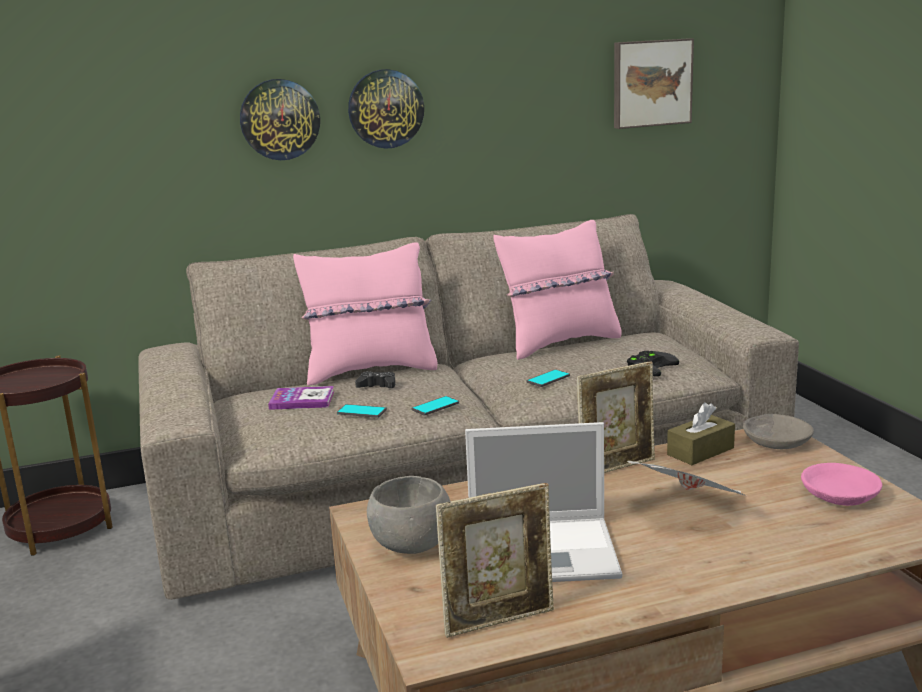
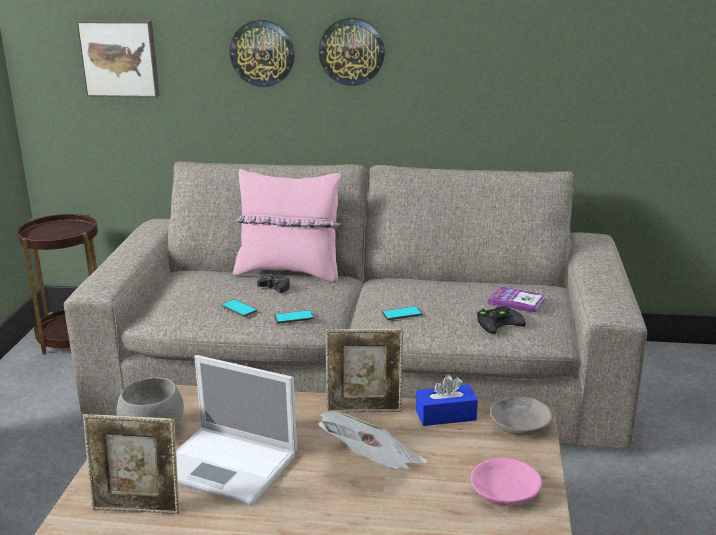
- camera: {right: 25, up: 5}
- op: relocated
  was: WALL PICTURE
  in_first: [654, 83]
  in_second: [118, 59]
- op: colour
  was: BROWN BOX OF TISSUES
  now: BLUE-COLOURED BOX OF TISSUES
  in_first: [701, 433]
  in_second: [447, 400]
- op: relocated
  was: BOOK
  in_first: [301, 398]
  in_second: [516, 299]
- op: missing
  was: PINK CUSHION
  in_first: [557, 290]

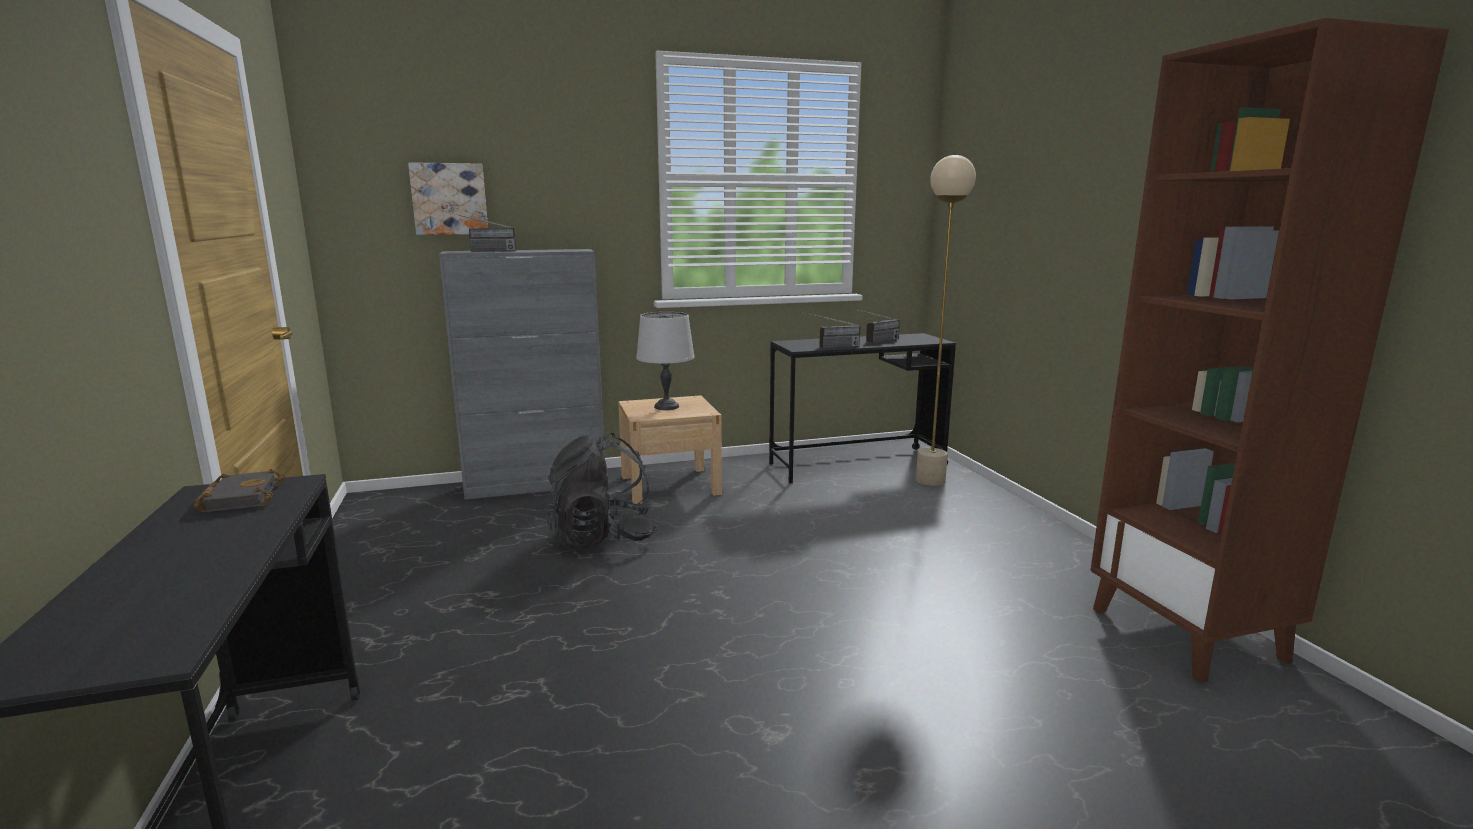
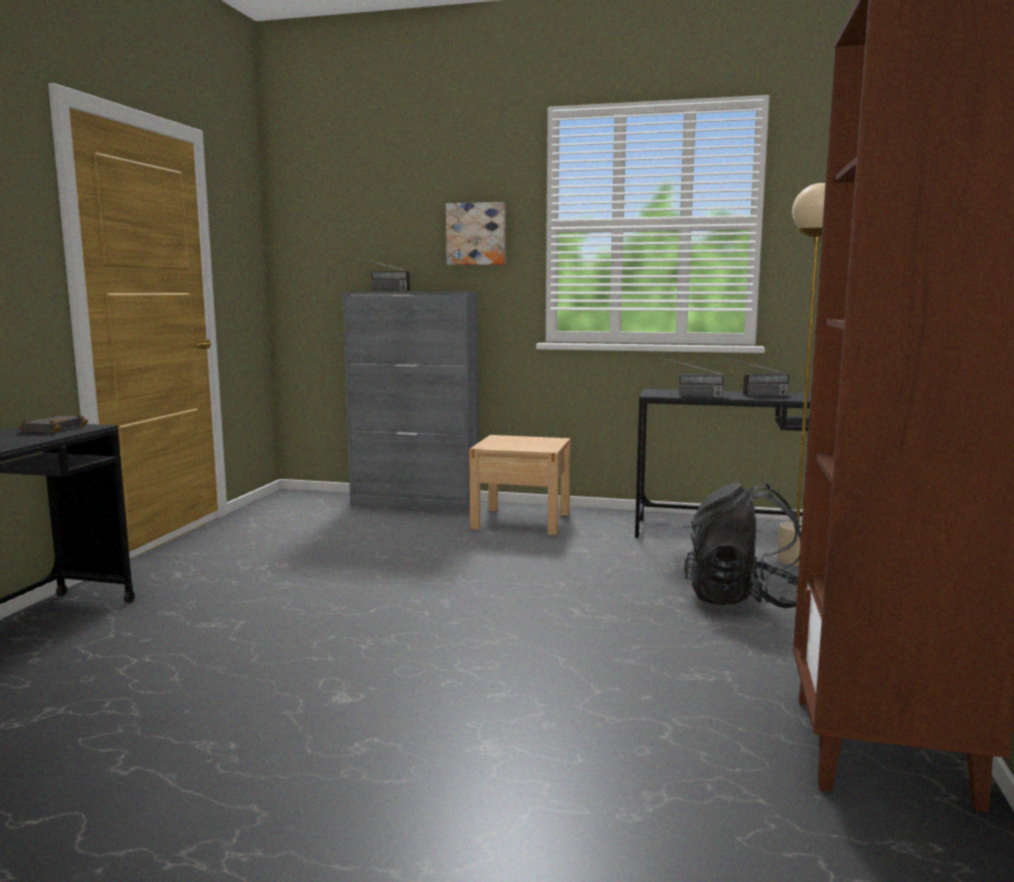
- camera: {right: 30, up: -5}
- op: relocated
  was: WALL PICTURE
  in_first: [448, 198]
  in_second: [476, 233]
- op: relocated
  was: BLACK KNAPSACK
  in_first: [602, 490]
  in_second: [742, 546]
- op: missing
  was: GREYISH LAMP FOR A TABLE
  in_first: [665, 361]

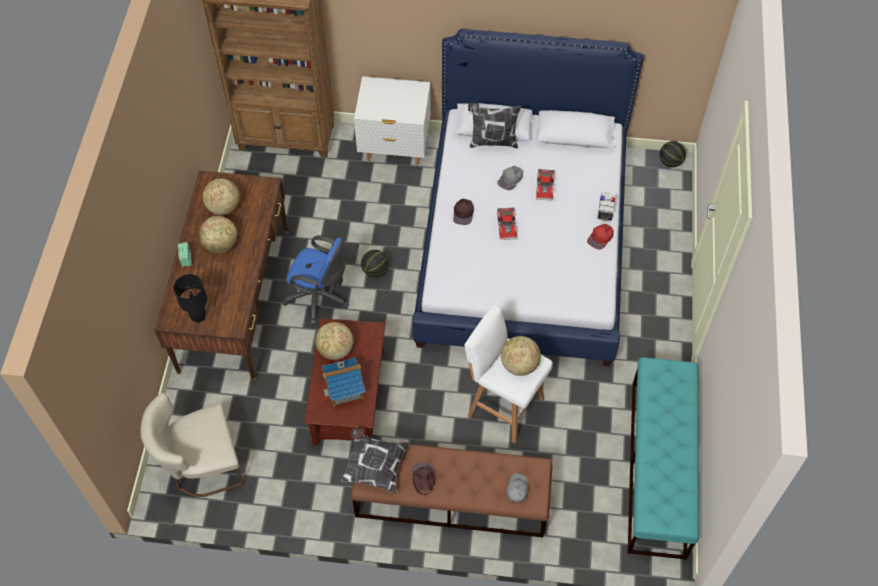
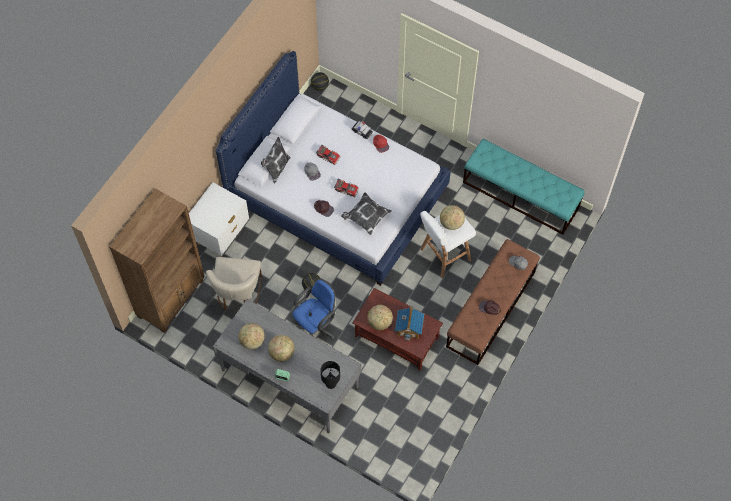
- camera: {right: -65, up: 5}
- op: relocated
  was: BEIGE-COLOURED PLAIN CHAIR
  in_first: [192, 445]
  in_second: [234, 283]
- op: colour
  was: BROWN DESK
  now: GREYISH DESK
  in_first: [221, 276]
  in_second: [287, 366]
- op: relocated
  was: CUSHION
  in_first: [375, 461]
  in_second: [366, 213]

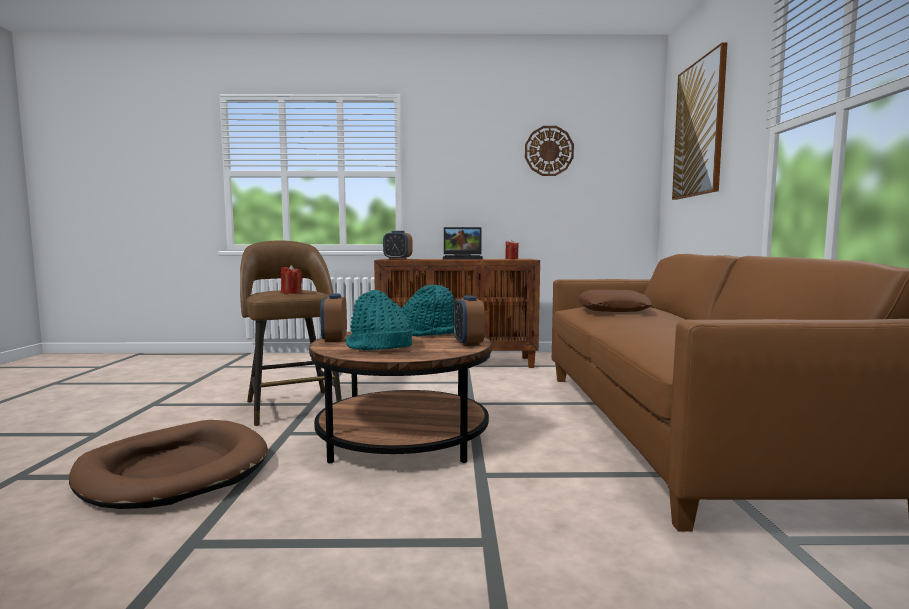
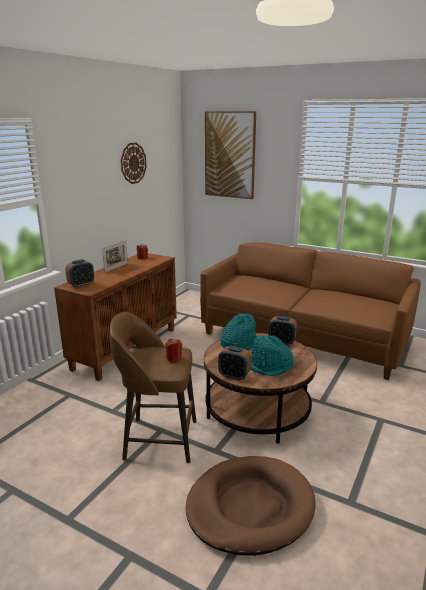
- camera: {right: -60, up: 15}
- op: exchanged
  was: LAPTOP
  now: STANDING FRAME
  in_first: [463, 243]
  in_second: [115, 256]
- op: missing
  was: BROWN CUSHION
  in_first: [615, 301]

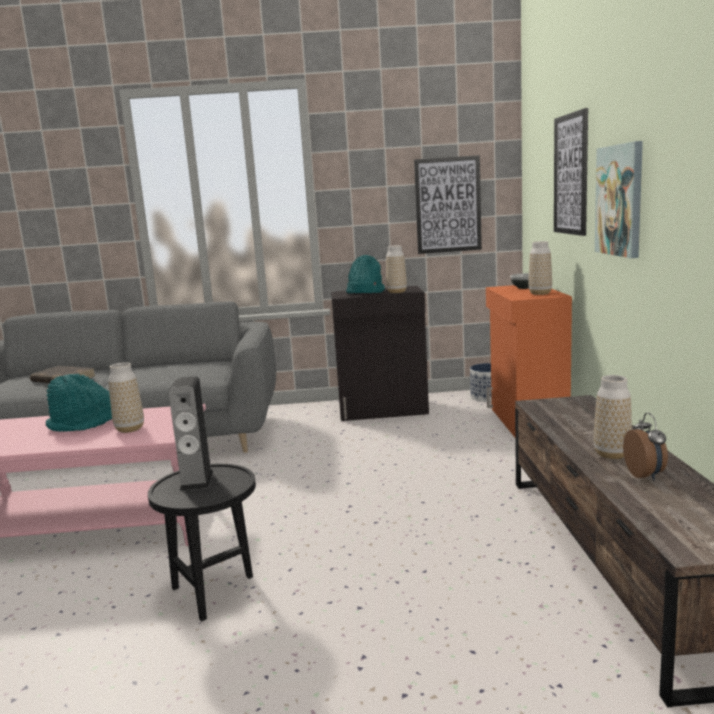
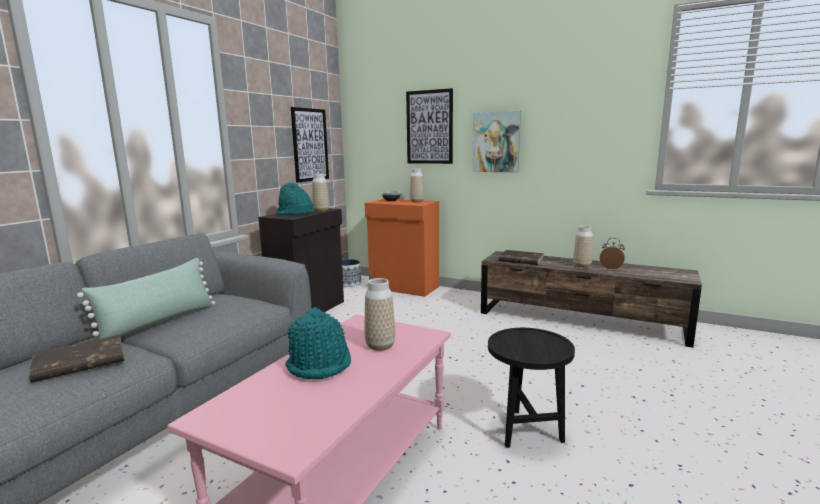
- camera: {right: -60, up: 0}
- op: appeared
  now: GREEN-COLOURED CUSHION
  in_second: [146, 298]
- op: appeared
  now: BROWN BOOK
  in_second: [521, 257]
- op: missing
  was: SPEAKER
  in_first: [190, 433]

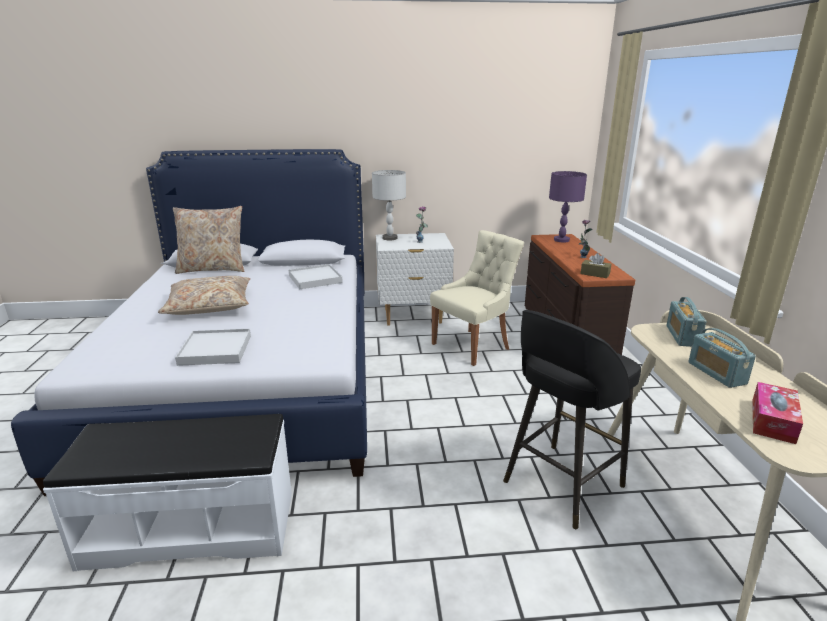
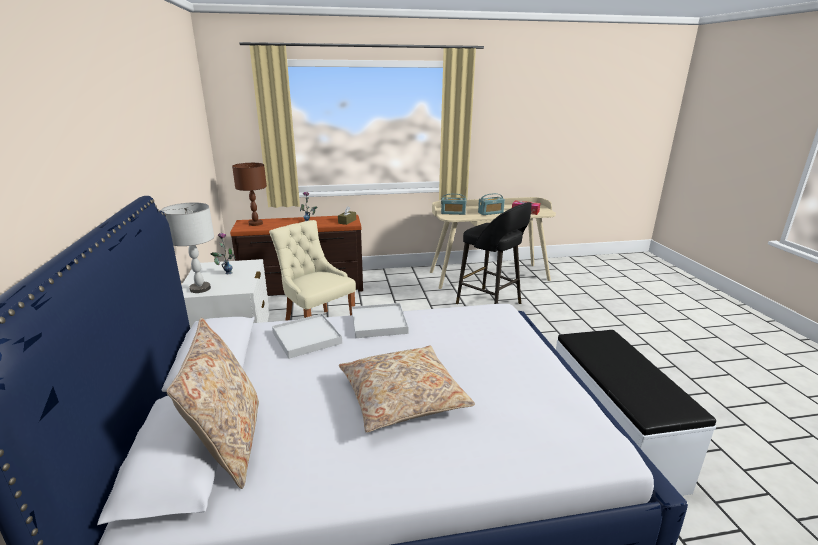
- camera: {right: -95, up: 0}
- op: colour
  was: PURPLE-COLOURED LAMP FOR A TABLE
  now: BROWN LAMP FOR A TABLE
  in_first: [568, 206]
  in_second: [249, 194]
- op: relocated
  was: WHITE TRAY
  in_first: [213, 347]
  in_second: [380, 320]

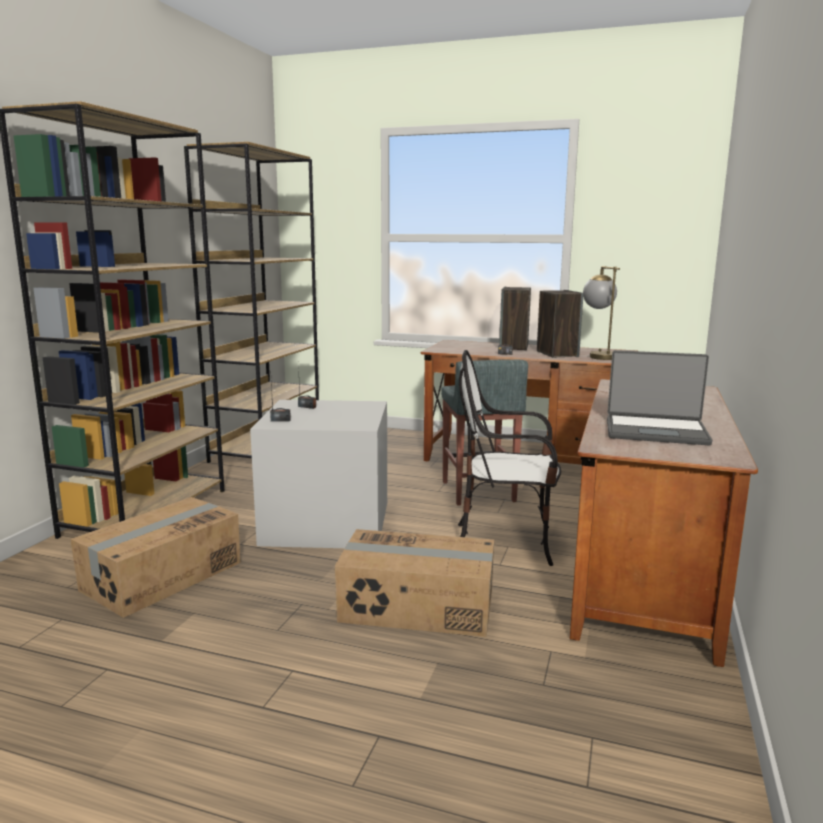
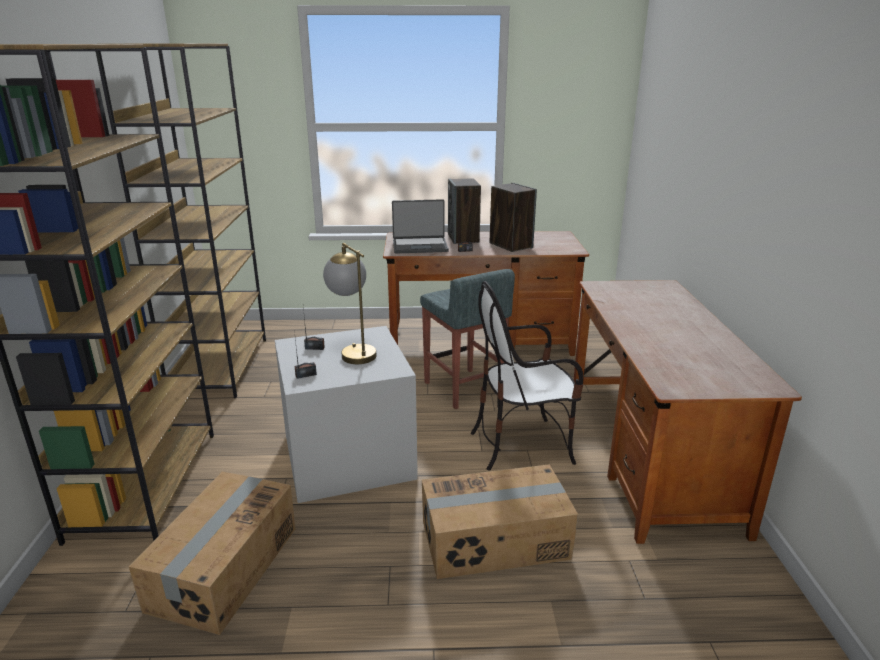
- camera: {right: -20, up: 10}
- op: relocated
  was: LAMP FOR A TABLE
  in_first: [601, 313]
  in_second: [349, 303]
- op: relocated
  was: LAPTOP
  in_first: [659, 397]
  in_second: [420, 226]

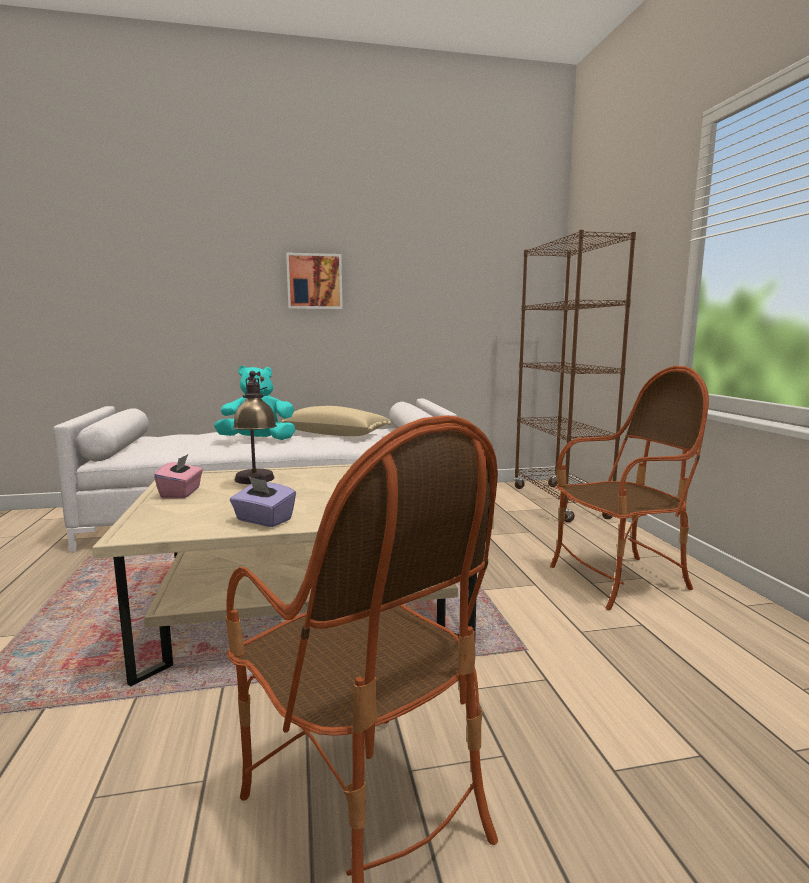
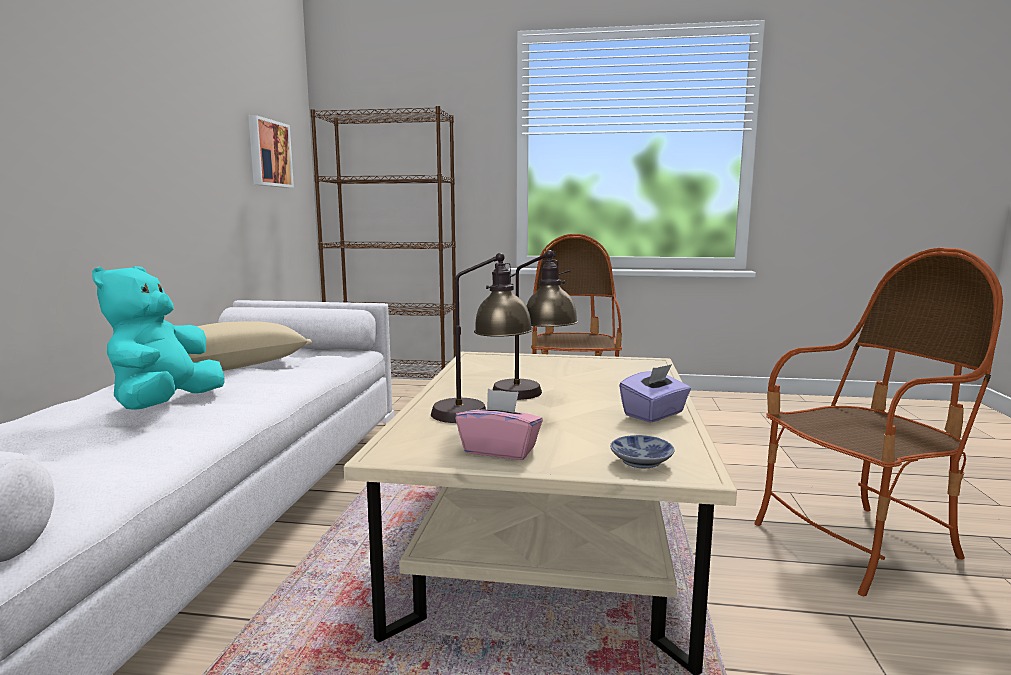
- camera: {right: -70, up: 0}
- op: relocated
  was: WALL PICTURE
  in_first: [314, 280]
  in_second: [271, 151]
- op: appeared
  now: LAMP FOR A TABLE
  in_second: [535, 325]
- op: appeared
  now: SERVING BOWL
  in_second: [642, 451]

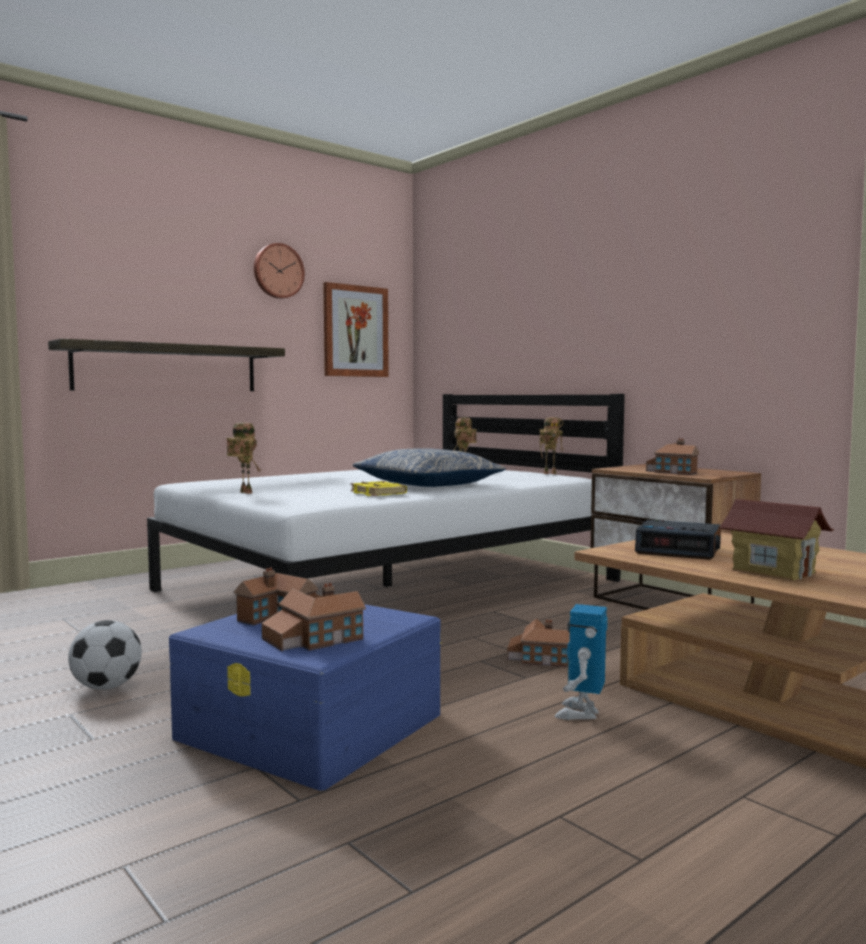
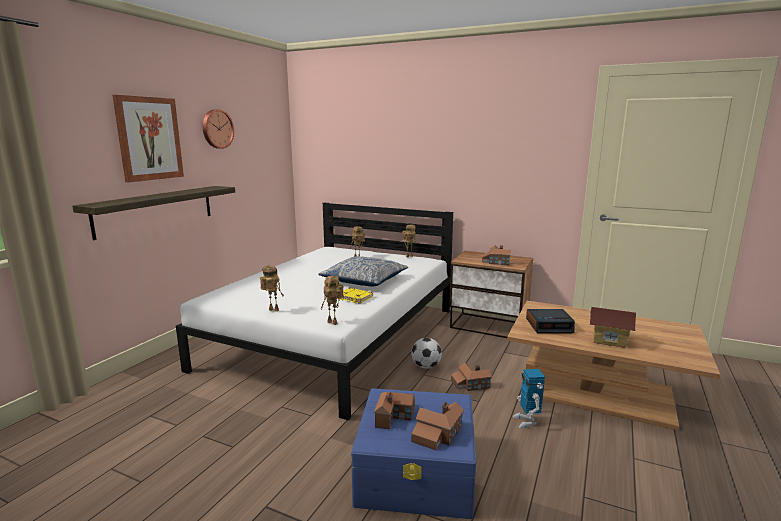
- camera: {right: -25, up: 10}
- op: relocated
  was: WALL PICTURE
  in_first: [356, 329]
  in_second: [148, 138]
- op: appeared
  now: TOY ROBOT
  in_second: [332, 300]
- op: relocated
  was: BALL FOR FOOTBALL
  in_first: [105, 655]
  in_second: [426, 353]

